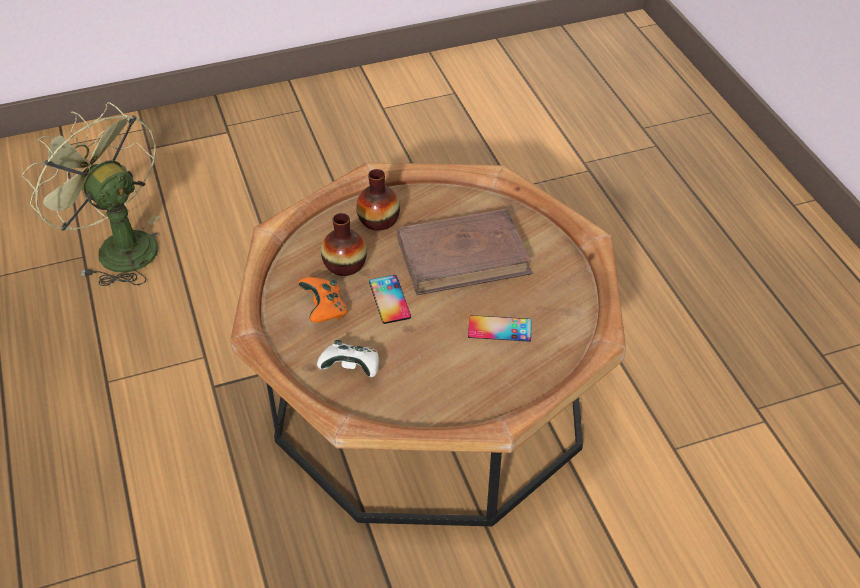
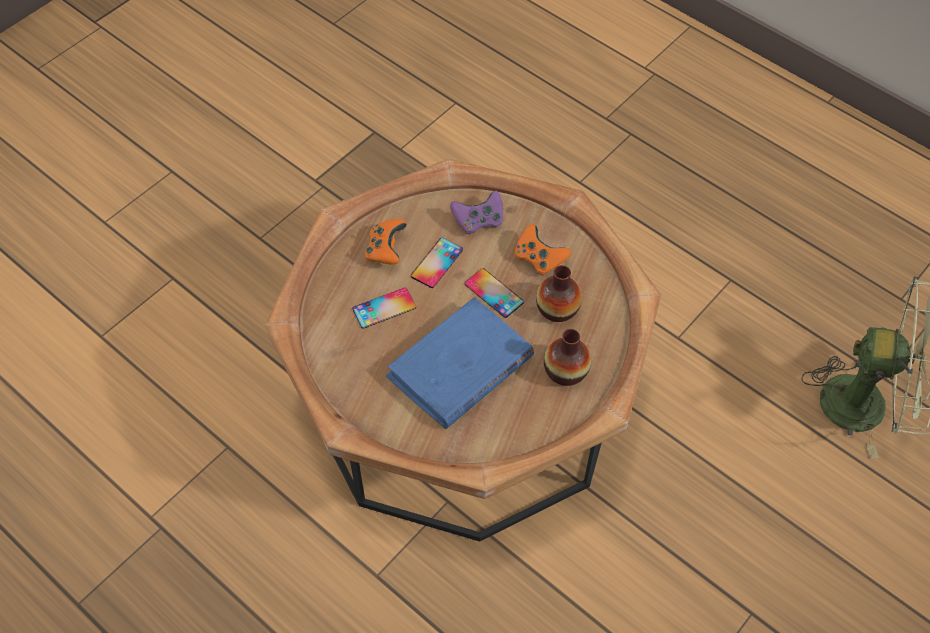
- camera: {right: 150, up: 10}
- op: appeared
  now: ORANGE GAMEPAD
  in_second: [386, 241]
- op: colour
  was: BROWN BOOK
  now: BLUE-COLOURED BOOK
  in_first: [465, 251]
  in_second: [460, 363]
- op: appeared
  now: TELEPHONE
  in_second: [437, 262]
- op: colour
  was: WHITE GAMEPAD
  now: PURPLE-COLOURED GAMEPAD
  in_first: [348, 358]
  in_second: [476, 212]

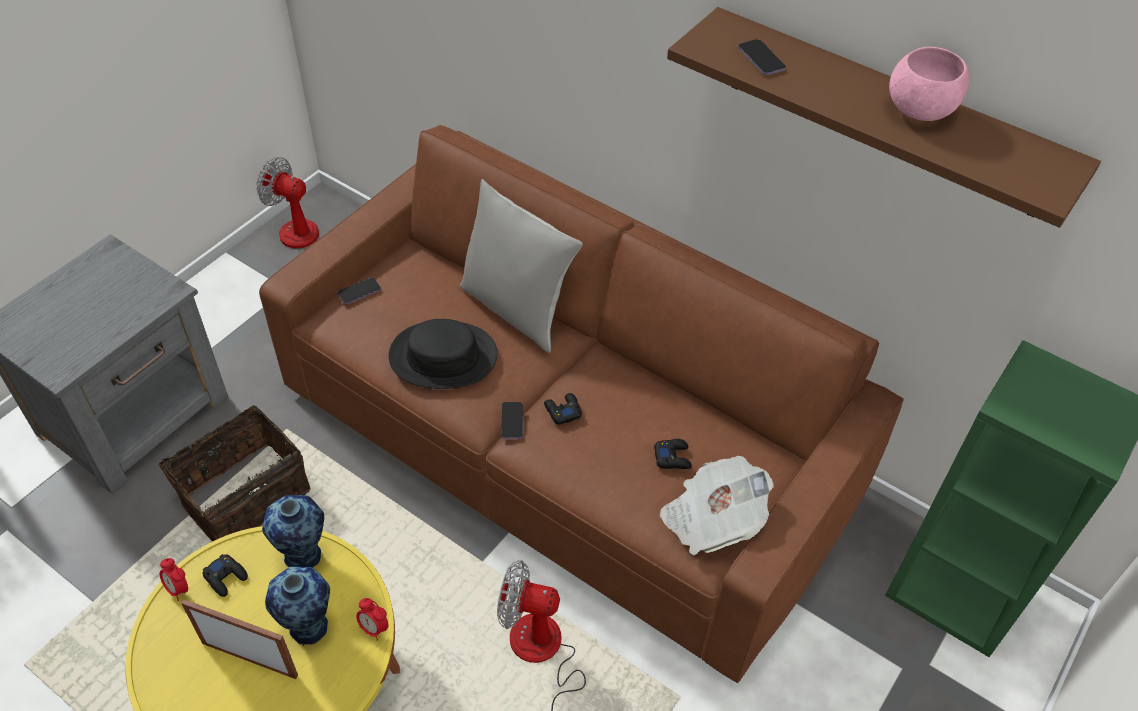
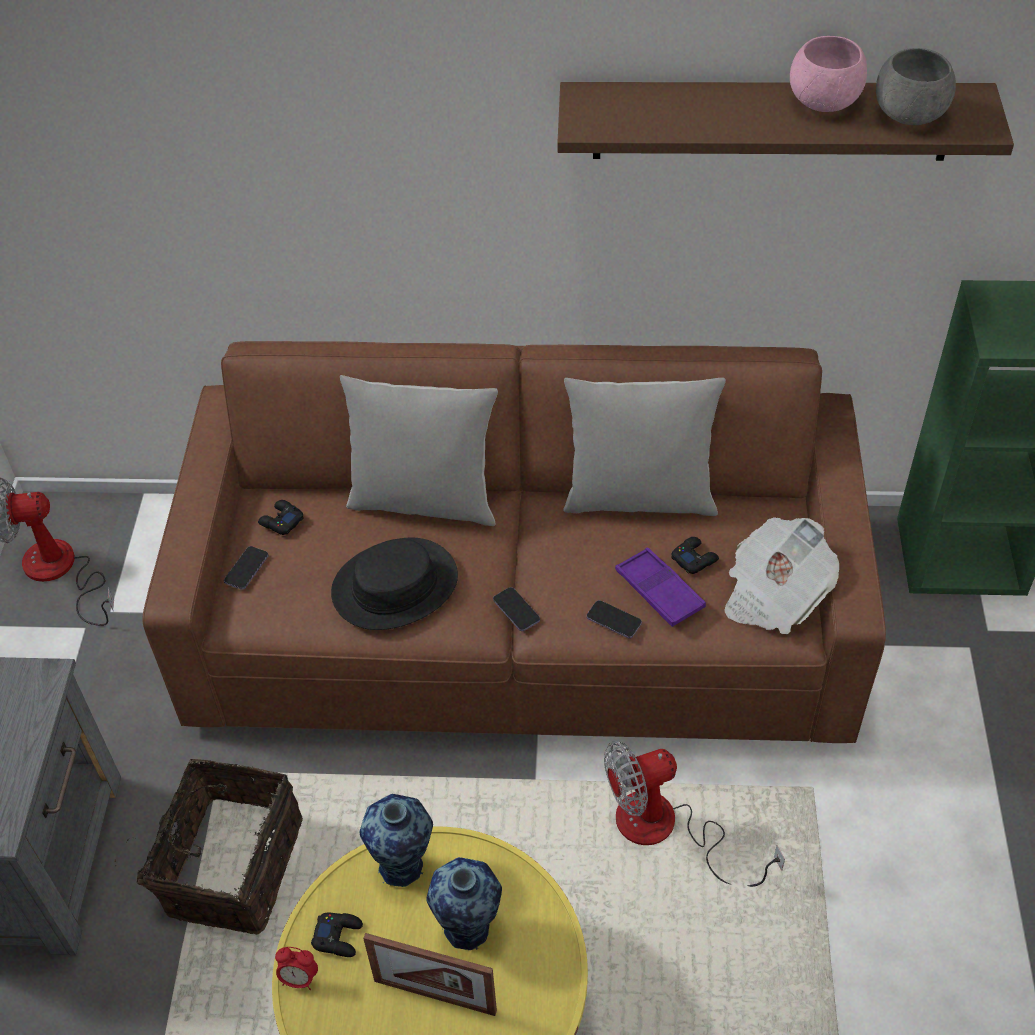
- camera: {right: -30, up: 0}
- op: relocated
  was: BLACK GAMEPAD
  in_first: [563, 409]
  in_second: [281, 517]
- op: spun
  was: STANDING FRAME
  in_first: [239, 639]
  in_second: [430, 974]
  clockwise: -150
- op: appeared
  now: GREYISH CUSHION
  in_second: [644, 447]
- op: relocated
  was: TELEPHONE
  in_first: [762, 57]
  in_second: [614, 619]
- op: appeared
  now: PURPLE-COLOURED TRAY
  in_second: [660, 587]
- op: appeared
  now: GREYISH SERVING BOWL
  in_second: [916, 86]
- op: missing
  was: TABLE CLOCK
  in_first: [372, 619]

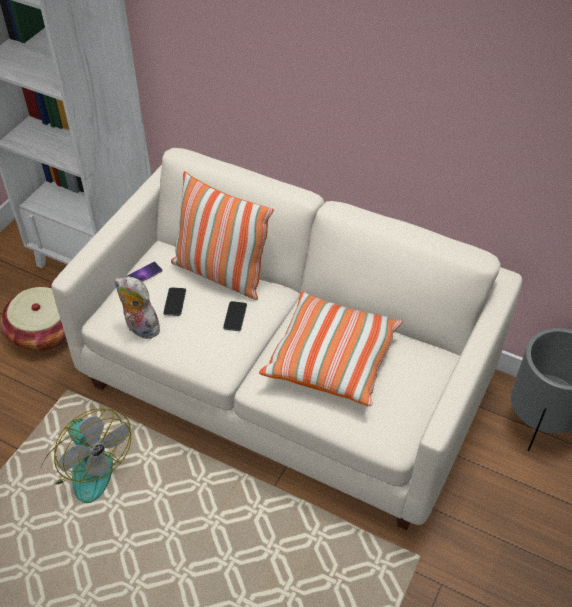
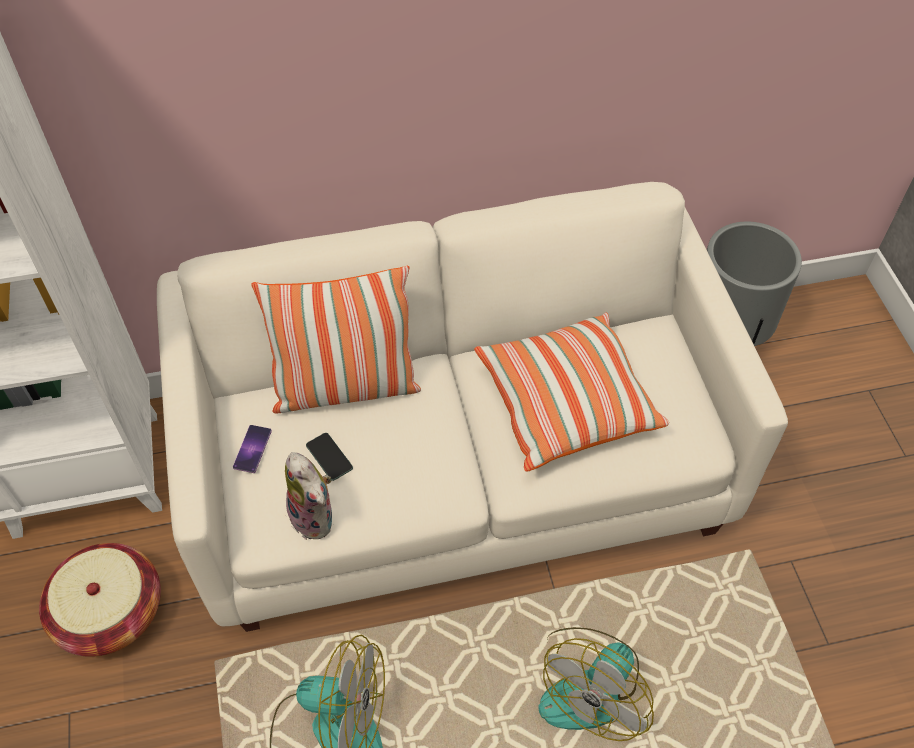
- camera: {right: -40, up: 5}
- op: spun
  was: SOFT TOY
  in_first: [137, 307]
  in_second: [308, 496]
  clockwise: -120
- op: appeared
  now: FAN
  in_second: [596, 684]
- op: missing
  was: TELEPHONE
  in_first: [235, 316]

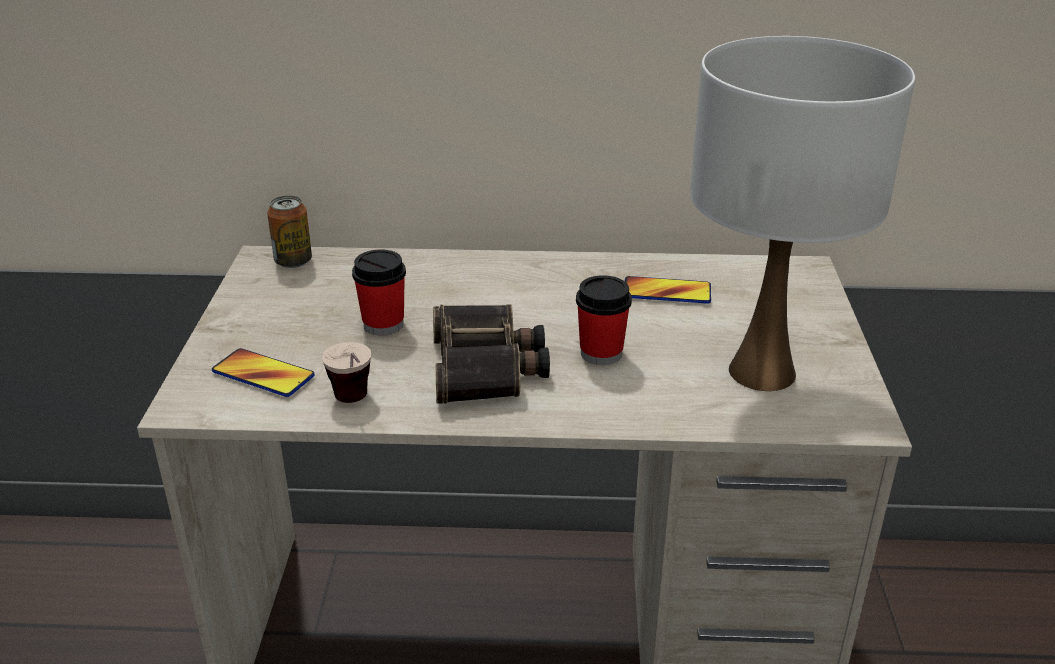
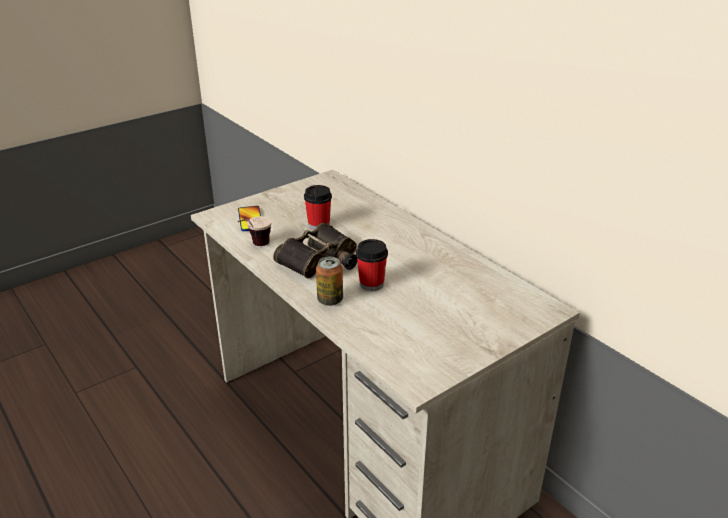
- camera: {right: 50, up: 0}
- op: relocated
  was: SEALED CAN
  in_first: [289, 231]
  in_second: [329, 281]
- op: missing
  was: TELEPHONE
  in_first: [668, 290]
- op: missing
  was: WHITE LAMP FOR A TABLE
  in_first: [802, 213]

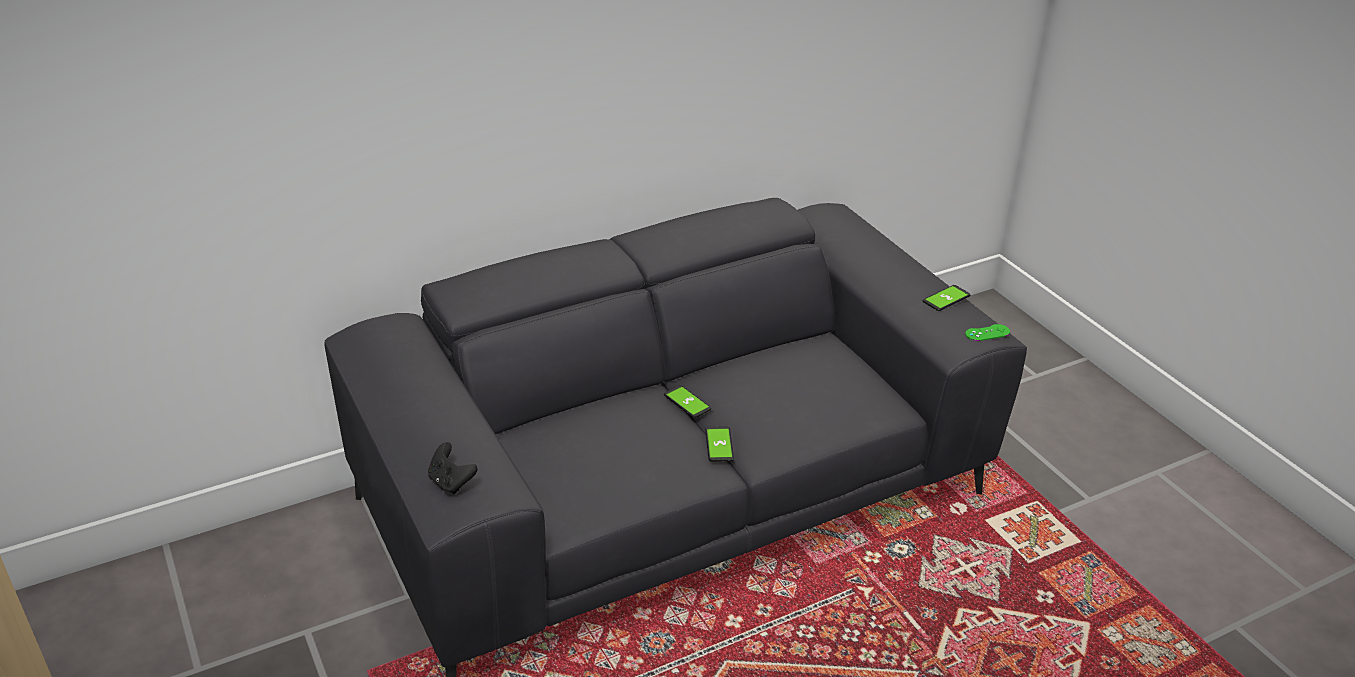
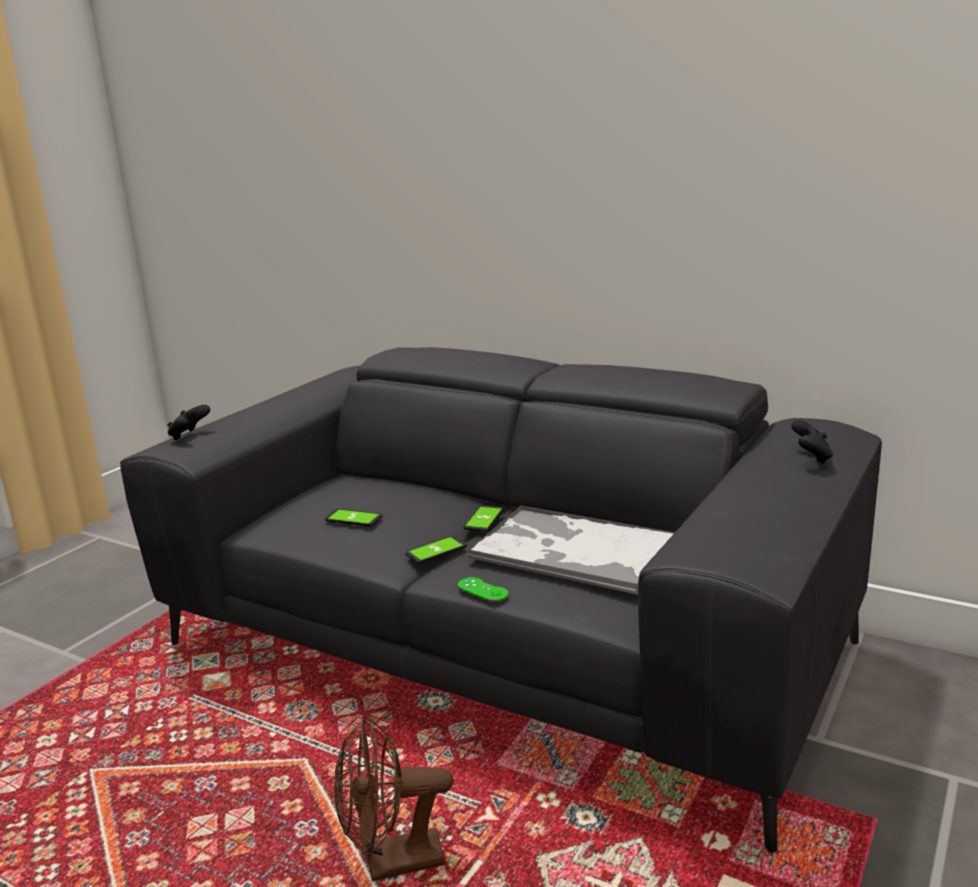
- camera: {right: 60, up: -15}
- op: relocated
  was: TELEPHONE
  in_first: [946, 298]
  in_second: [354, 517]
- op: appeared
  now: BROWN FAN
  in_second: [393, 798]
- op: relocated
  was: GREEN-COLOURED GAMEPAD
  in_first: [987, 332]
  in_second: [483, 589]
- op: appeared
  now: TRAY
  in_second: [570, 550]
- op: appeared
  now: BLACK GAMEPAD
  in_second: [812, 442]

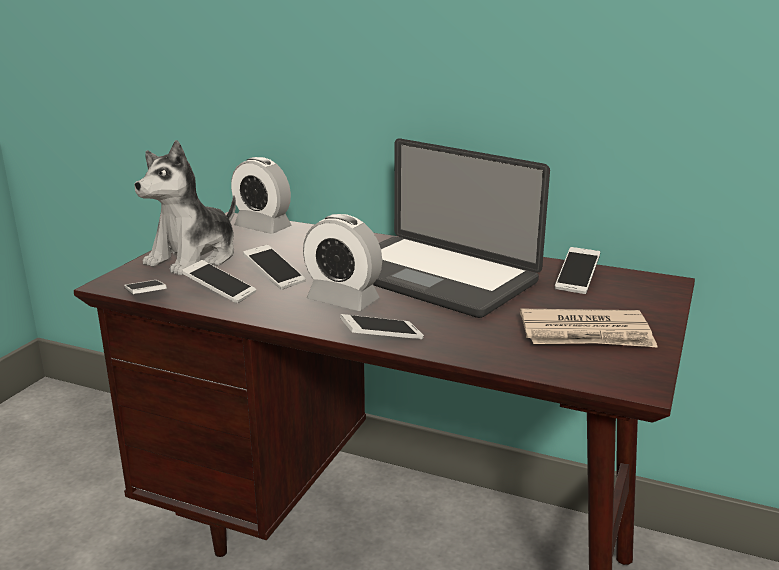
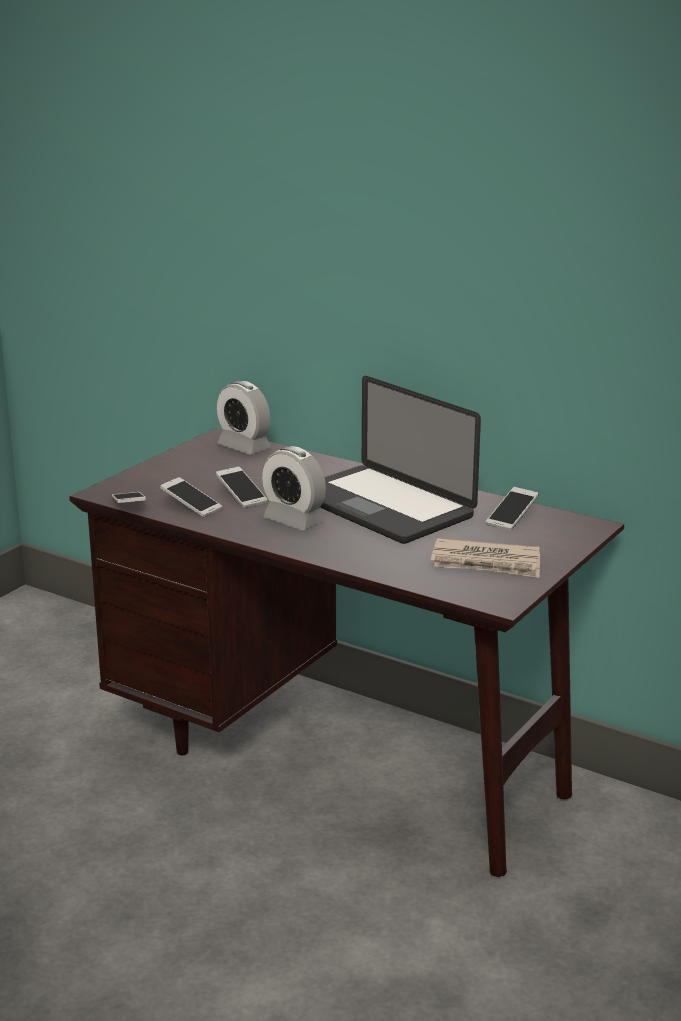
- camera: {right: 10, up: 0}
- op: missing
  was: SOFT TOY
  in_first: [185, 207]
- op: missing
  was: TELEPHONE
  in_first: [382, 326]

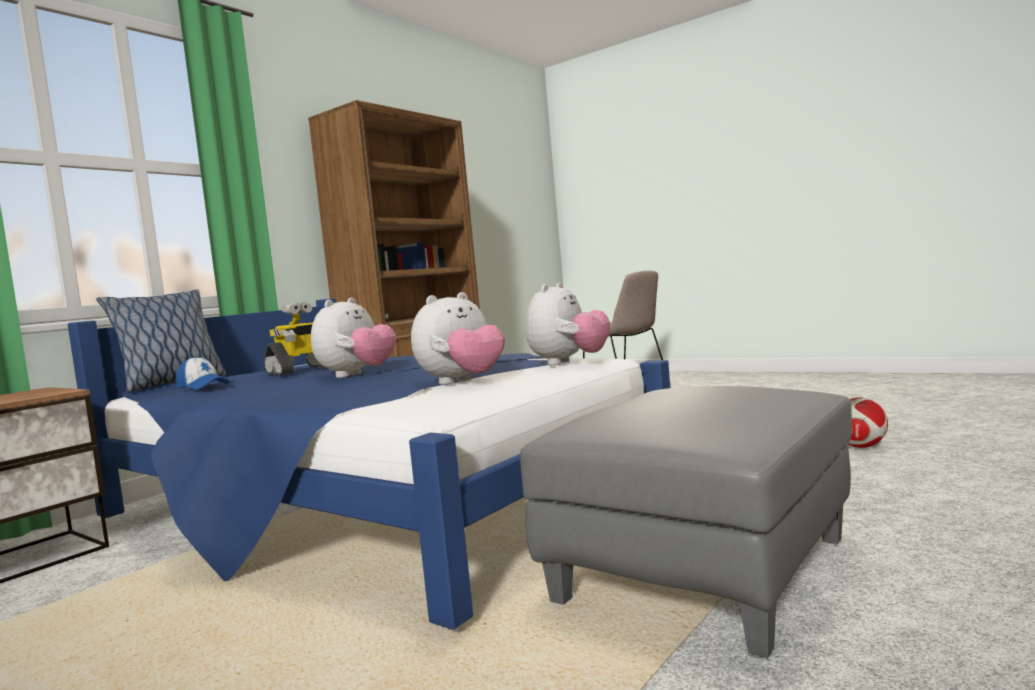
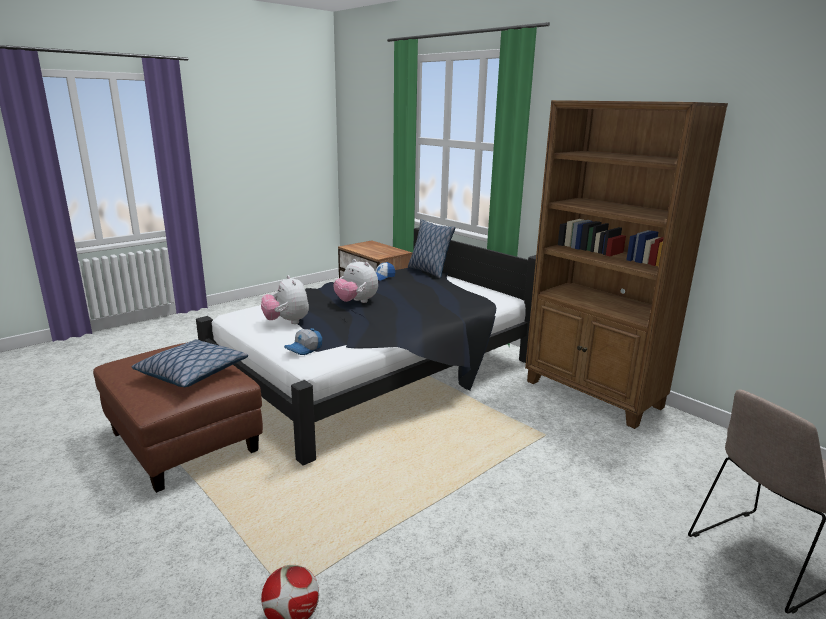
- camera: {right: 100, up: 15}
- op: colour
  was: GREYISH POUFFE
  now: BROWN POUFFE
  in_first: [686, 522]
  in_second: [178, 417]
- op: appeared
  now: CUSHION
  in_second: [190, 363]
- op: colour
  was: BLUE-COLOURED SLEEPING BED
  now: BLACK SLEEPING BED
  in_first: [368, 464]
  in_second: [366, 346]
- op: exchanged
  was: SOFT TOY
  now: PEAKED CAP
  in_first: [568, 324]
  in_second: [303, 341]
- op: missing
  was: TOY ROBOT
  in_first: [294, 338]

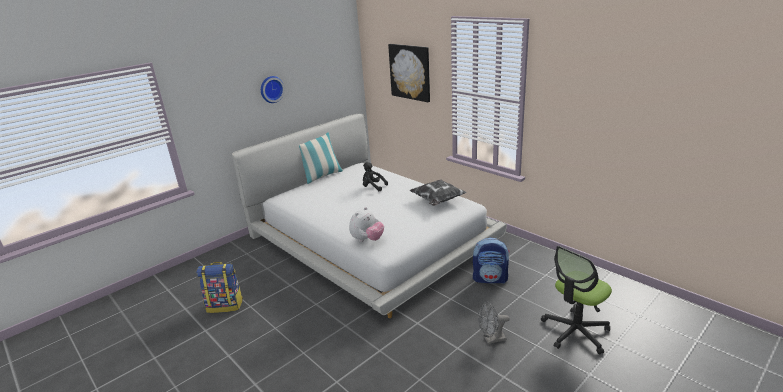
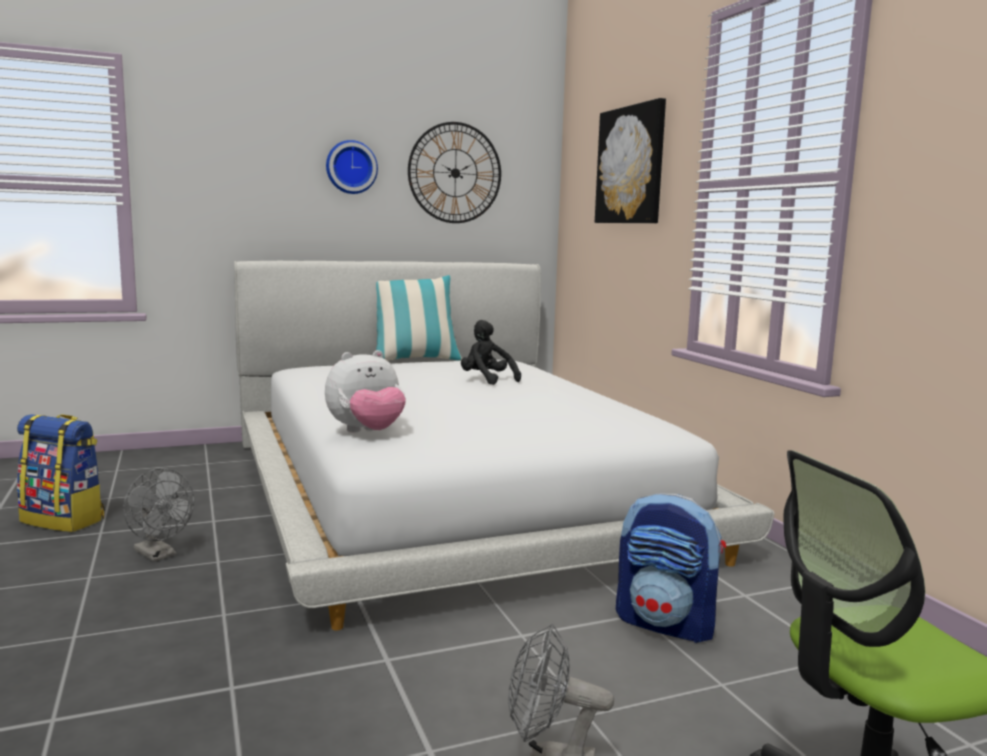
- camera: {right: 20, up: -15}
- op: appeared
  now: GREYISH FAN
  in_second: [158, 515]
- op: appeared
  now: WALL CLOCK
  in_second: [454, 172]
- op: missing
  was: CUSHION
  in_first: [438, 192]

